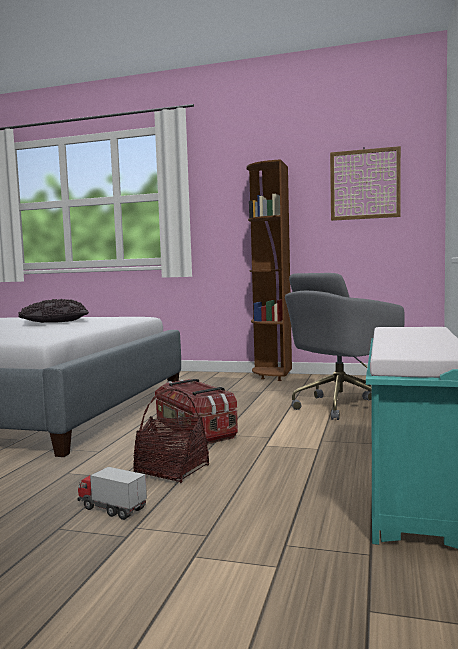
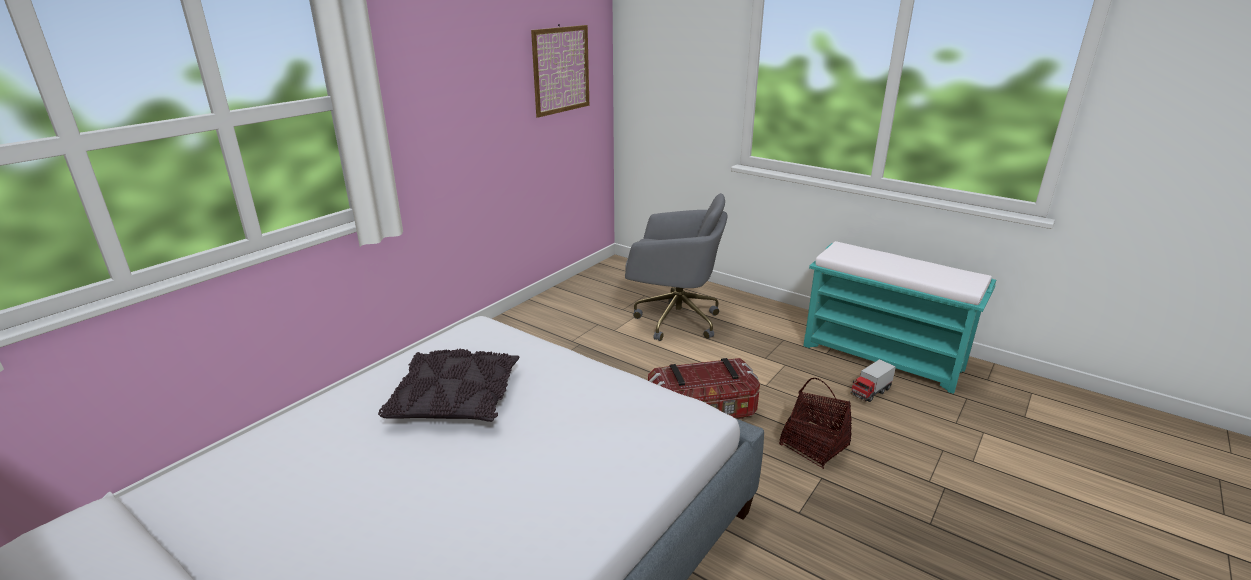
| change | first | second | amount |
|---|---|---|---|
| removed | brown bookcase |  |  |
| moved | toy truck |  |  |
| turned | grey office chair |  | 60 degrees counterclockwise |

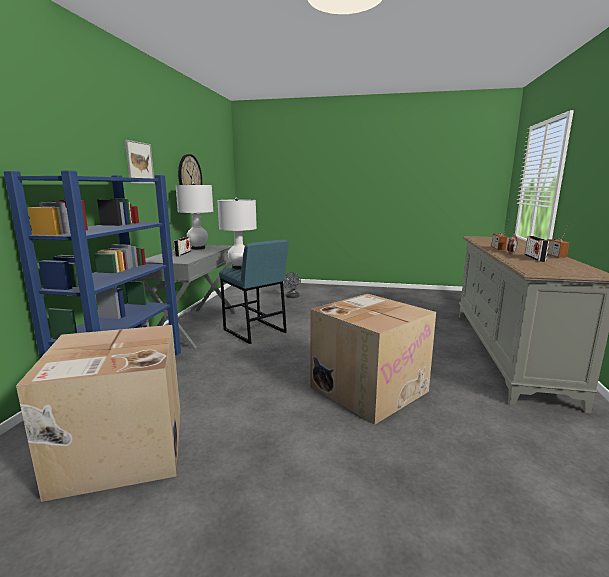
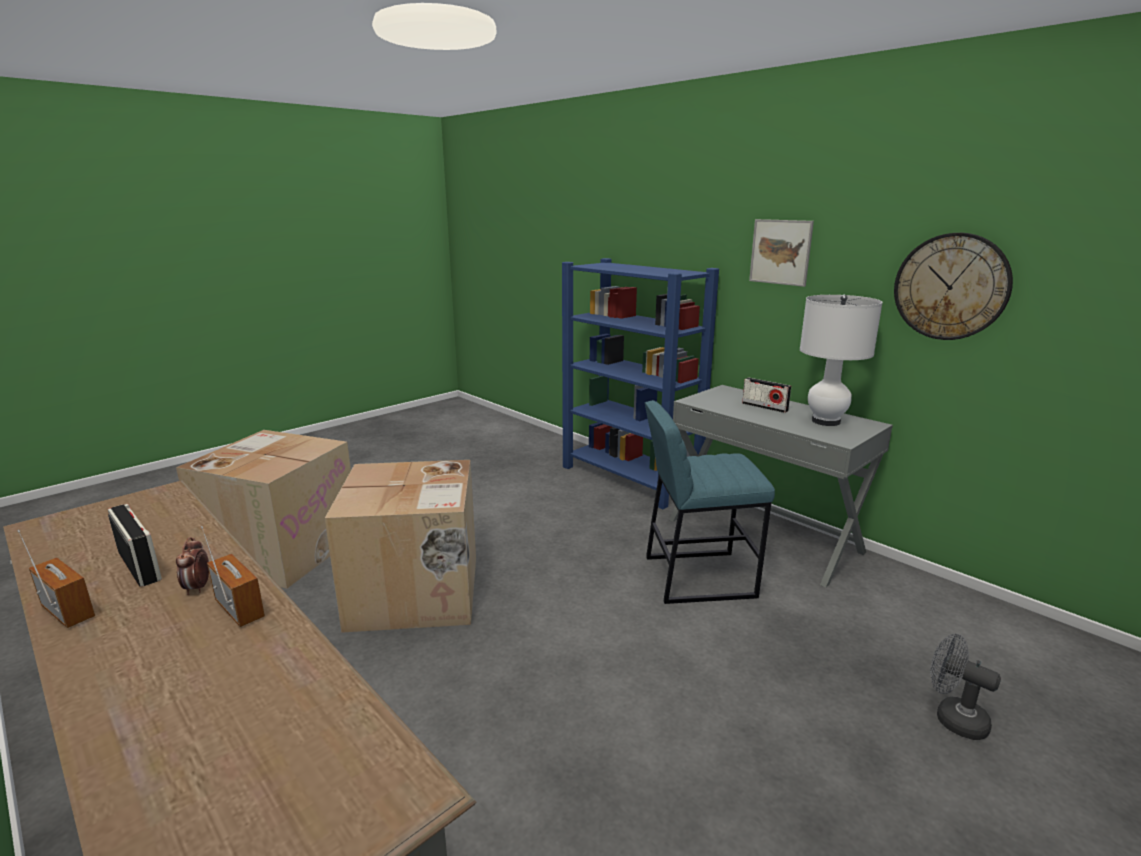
| change | first | second | amount |
|---|---|---|---|
| removed | white table lamp (2nd from left) |  |  |
| moved | cardboard box (1st from left) |  |  |

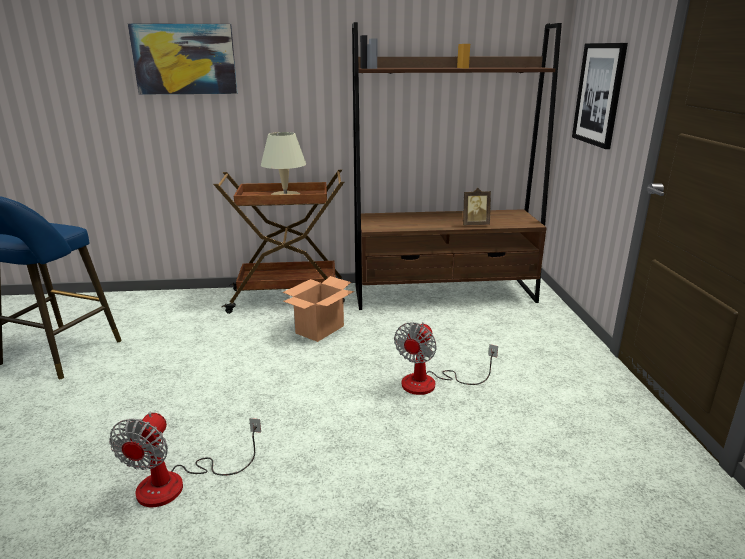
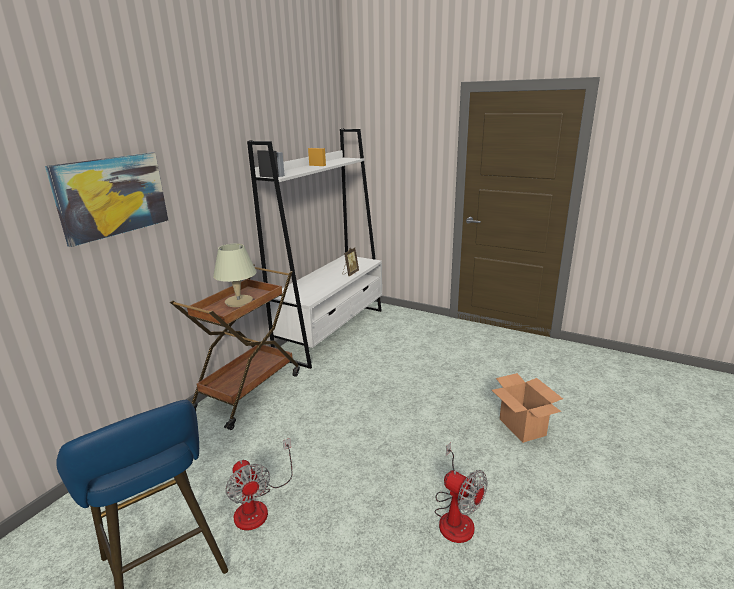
| change | first | second | amount |
|---|---|---|---|
| removed | picture (2nd from left) |  |  |
| moved | cardboard box |  |  |
| moved | fan (2nd from left in the first image) | fan (1st from left) |  |
| recoloured | brown bookcase | white bookcase |  |

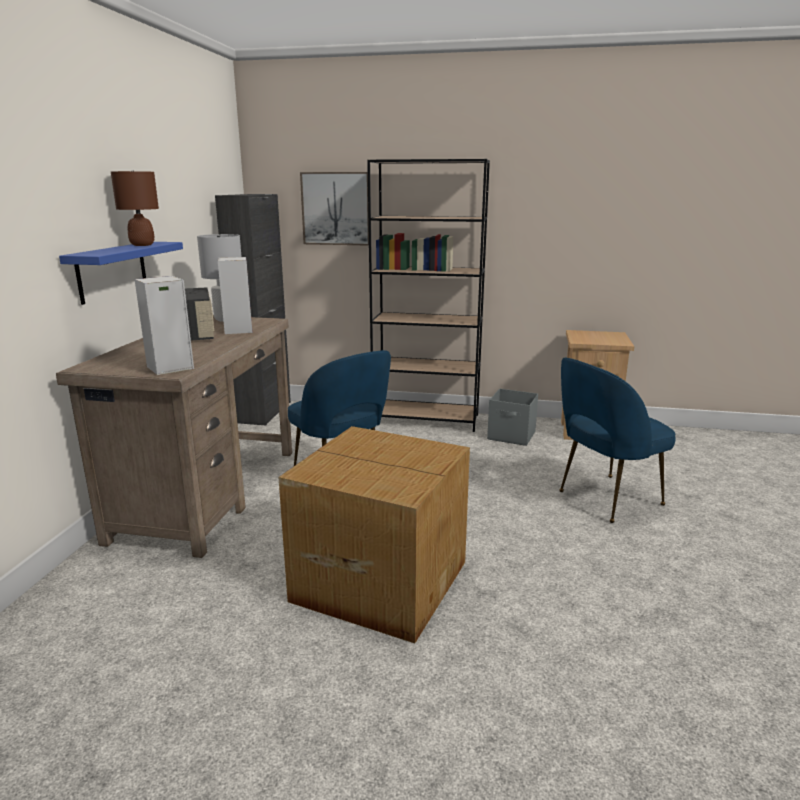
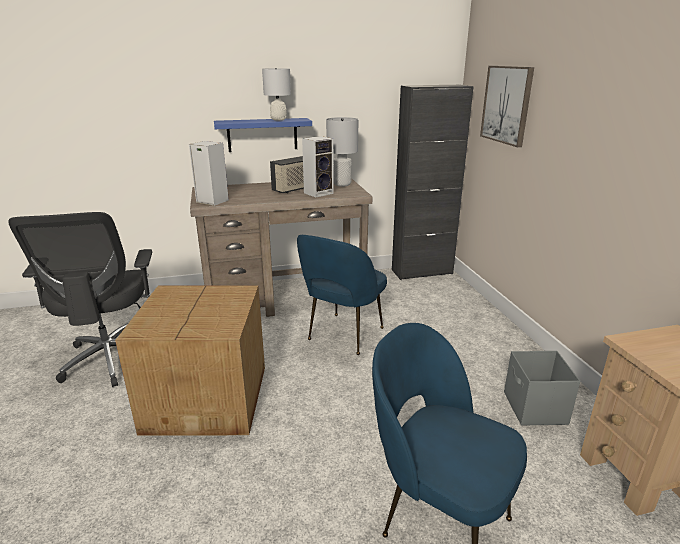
| change | first | second | amount |
|---|---|---|---|
| removed | beige bookcase |  |  |
| added |  | office chair |  |
| recoloured | brown table lamp | grey table lamp (1st from left) |  |

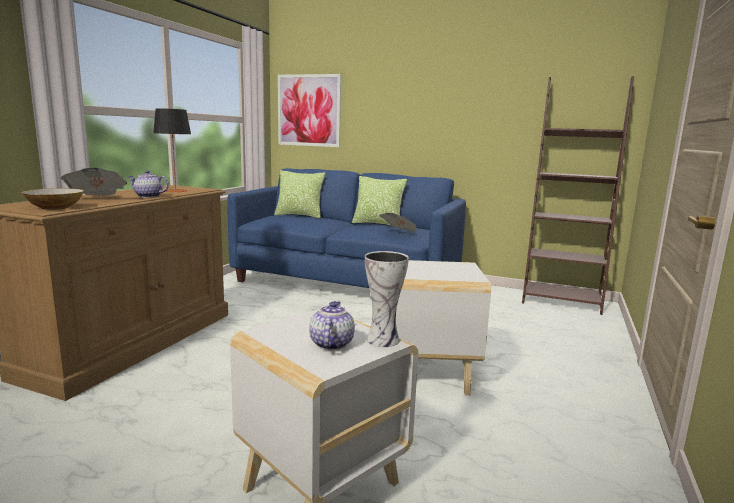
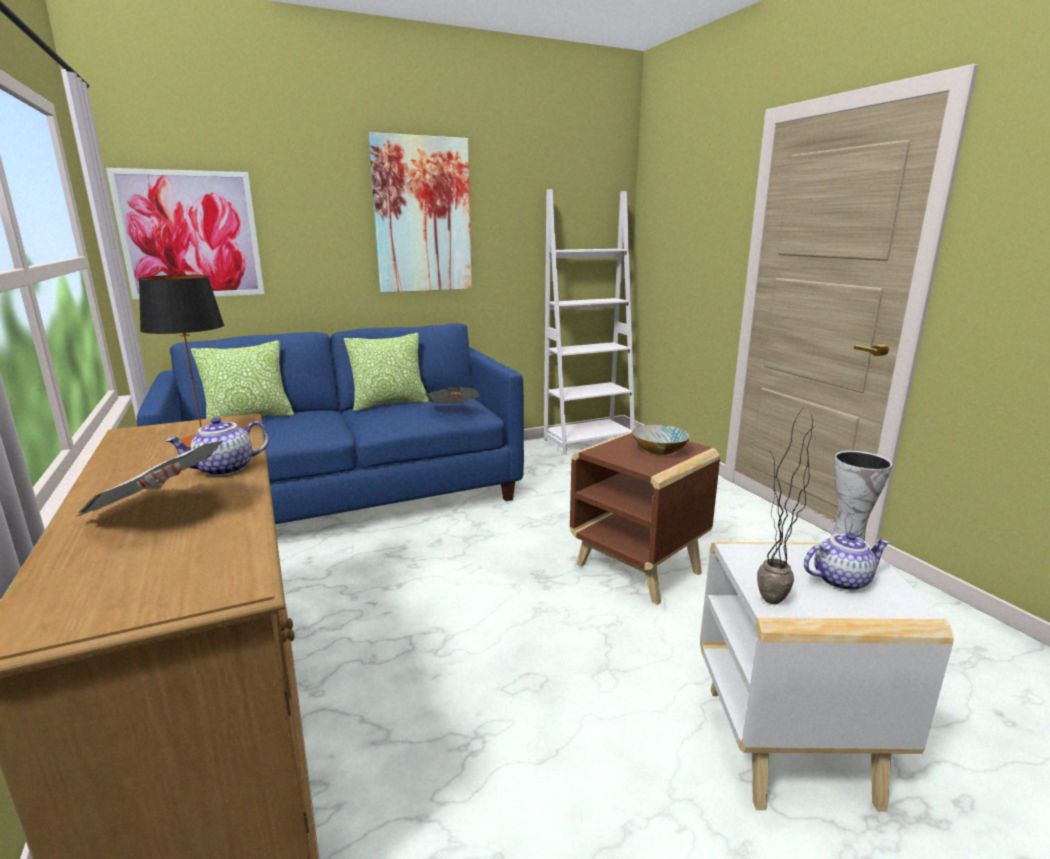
| change | first | second | amount |
|---|---|---|---|
| added |  | picture (2nd from left) |  |
| added |  | potted plant |  |
| moved | bowl |  |  |
| recoloured | white side table (2nd from left) | brown side table |  |
| recoloured | brown bookcase | white bookcase |  |
| turned | teapot (2nd from left) |  | 120 degrees clockwise |

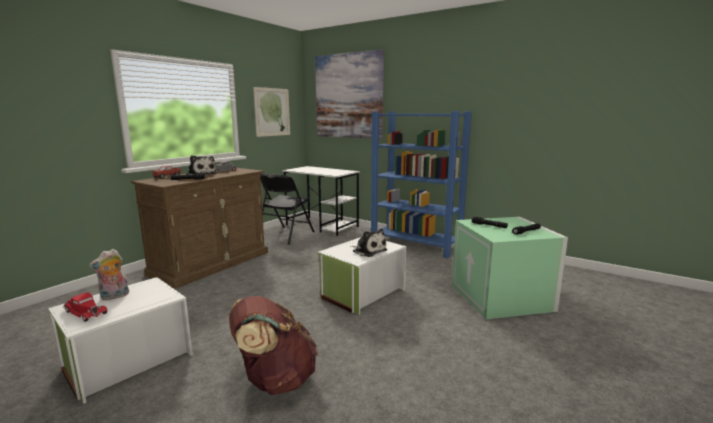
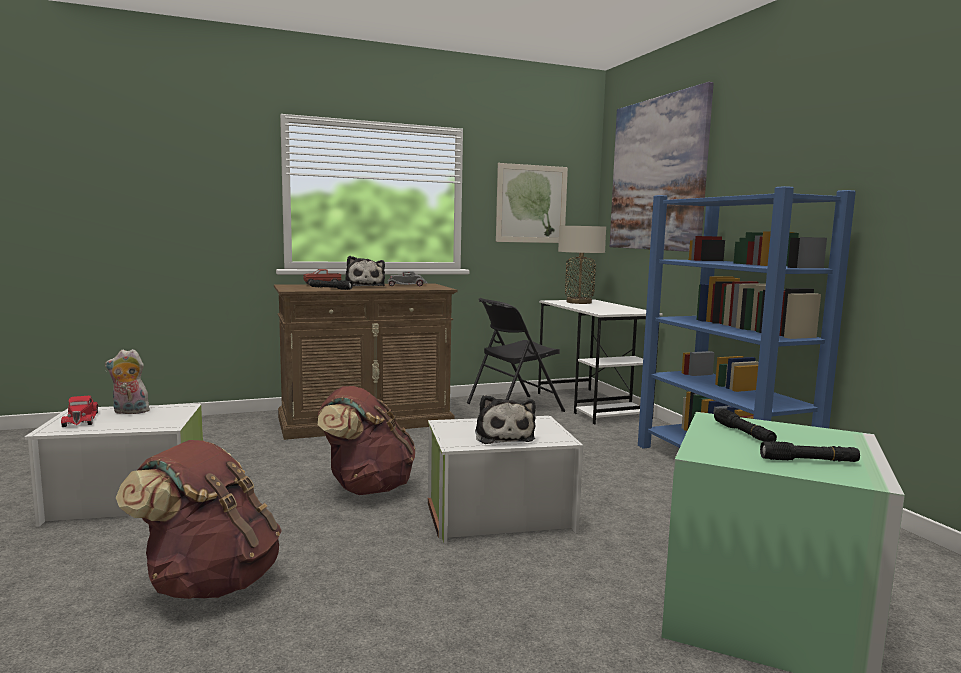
| change | first | second | amount |
|---|---|---|---|
| added |  | brown backpack (2nd from left) |  |
| added |  | table lamp |  |

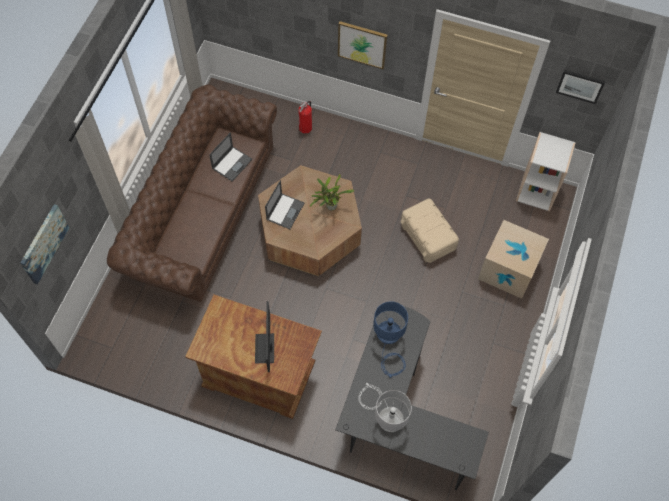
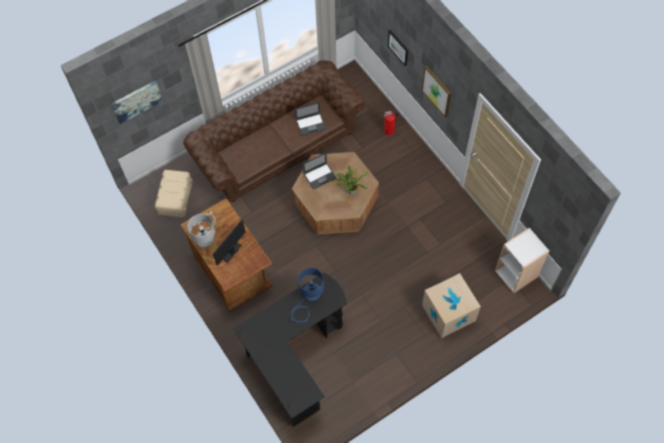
| change | first | second | amount |
|---|---|---|---|
| moved | white table lamp |  |  |
| moved | beige storage box |  |  |
| moved | picture (3rd from left in the first image) | picture (2nd from left) |  |

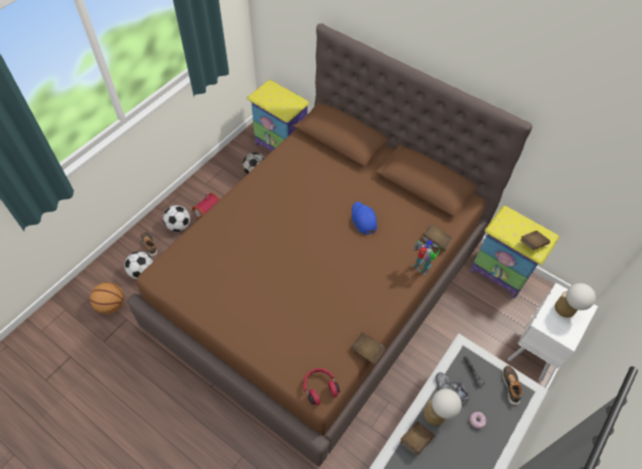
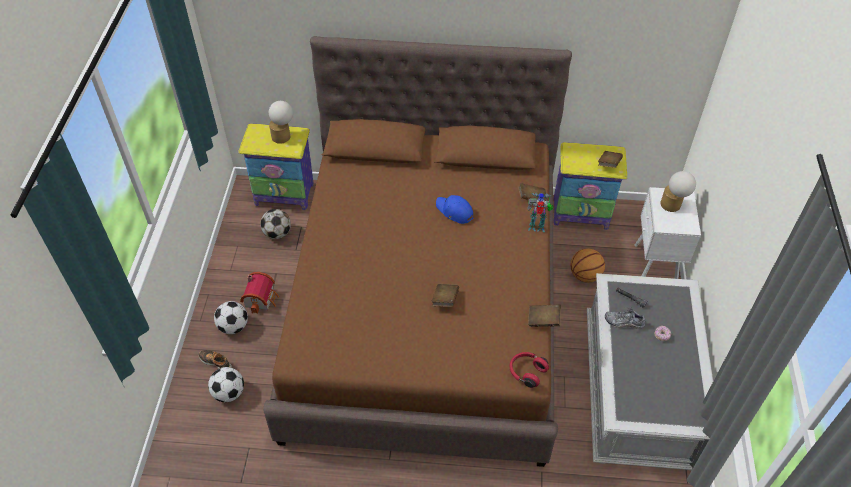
| change | first | second | amount |
|---|---|---|---|
| removed | shoe (3rd from left) |  |  |
| moved | basketball |  |  |
| moved | brown book (2nd from left in the first image) | brown book (1st from left) |  |
| moved | table lamp (1st from left) |  |  |

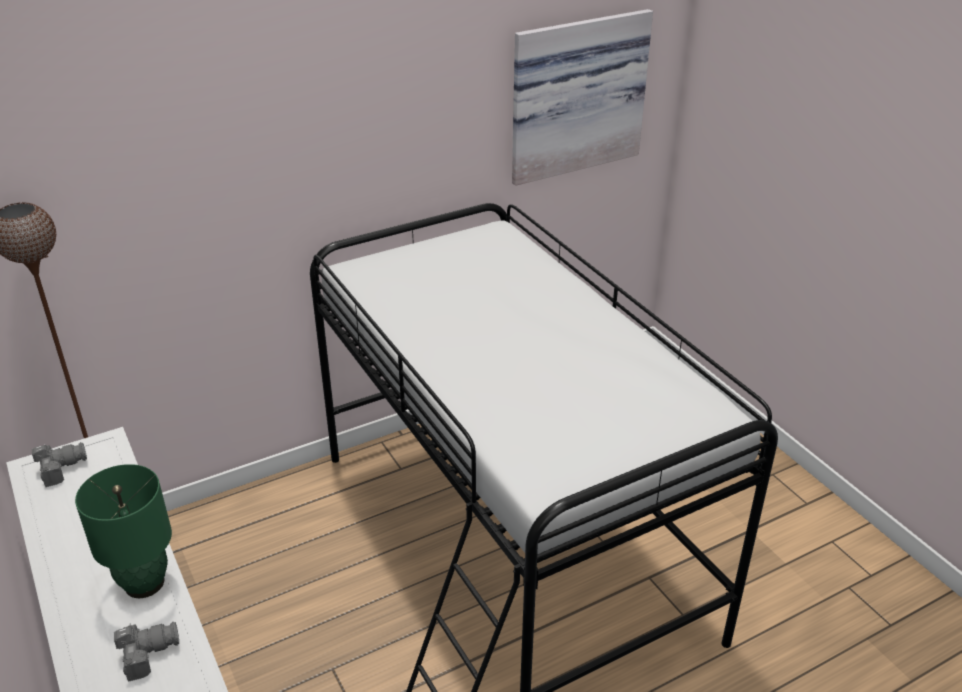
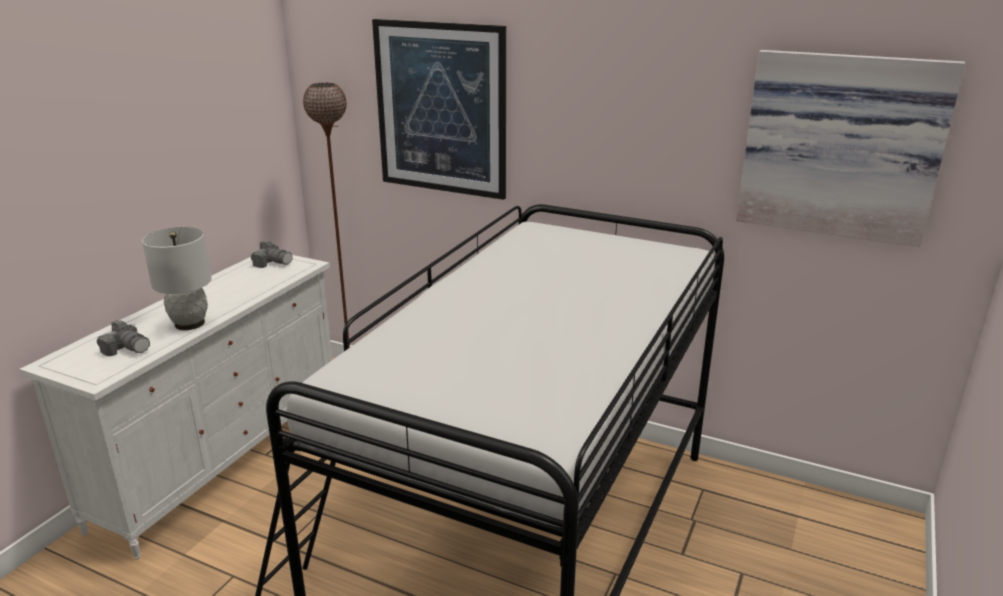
| change | first | second | amount |
|---|---|---|---|
| added |  | picture (1st from left) |  |
| recoloured | green table lamp | white table lamp |  |

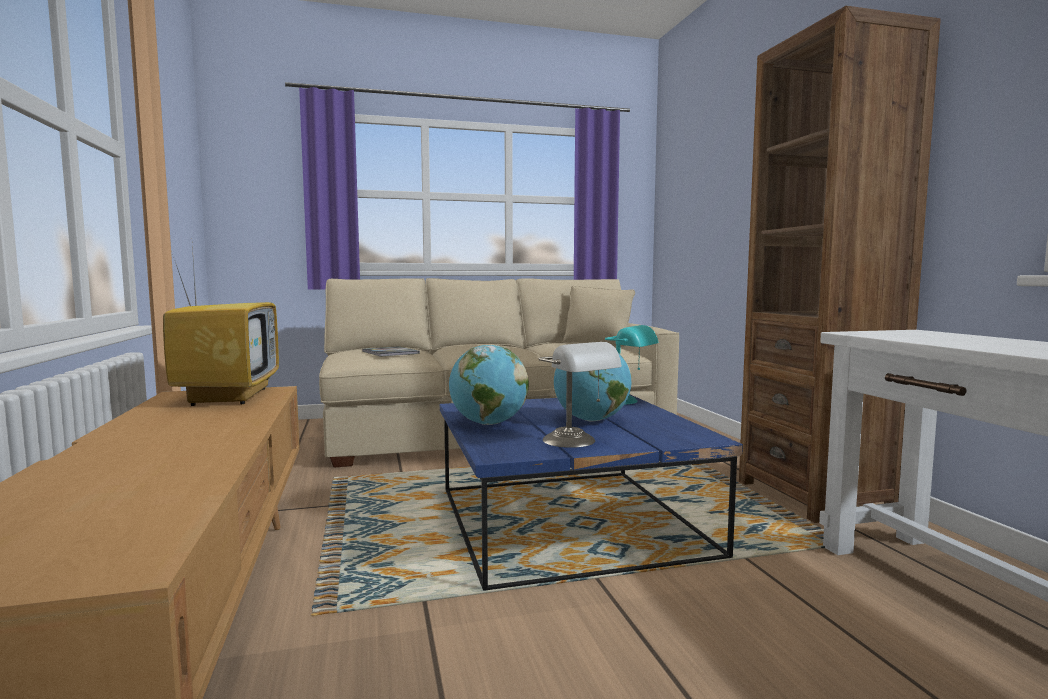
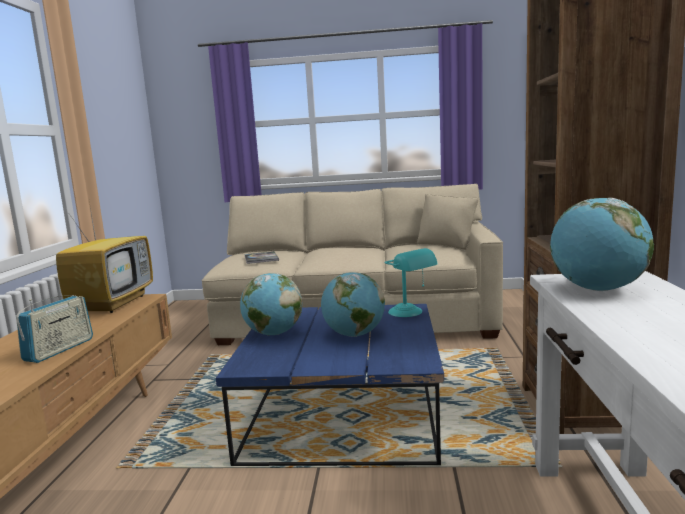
| change | first | second | amount |
|---|---|---|---|
| removed | white table lamp |  |  |
| added |  | radio |  |
| added |  | globe (3rd from left) |  |

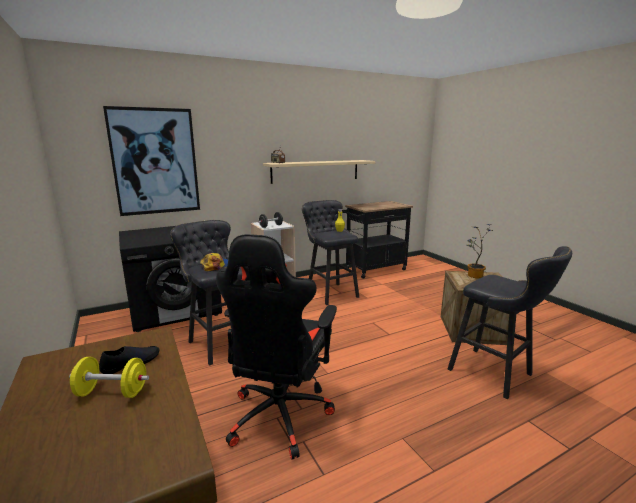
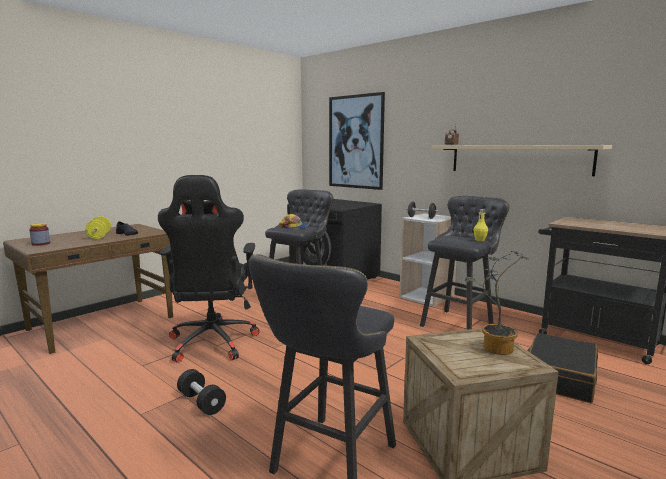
| change | first | second | amount |
|---|---|---|---|
| added |  | jar |  |
| added |  | black dumbbell (1st from left) |  |
| added |  | black suitcase |  |
| turned | black office chair |  | 90 degrees counterclockwise |

